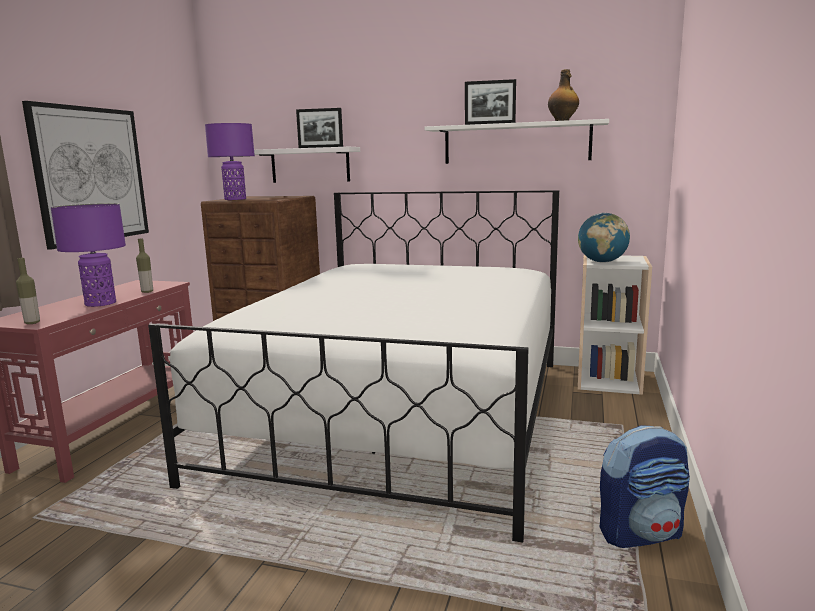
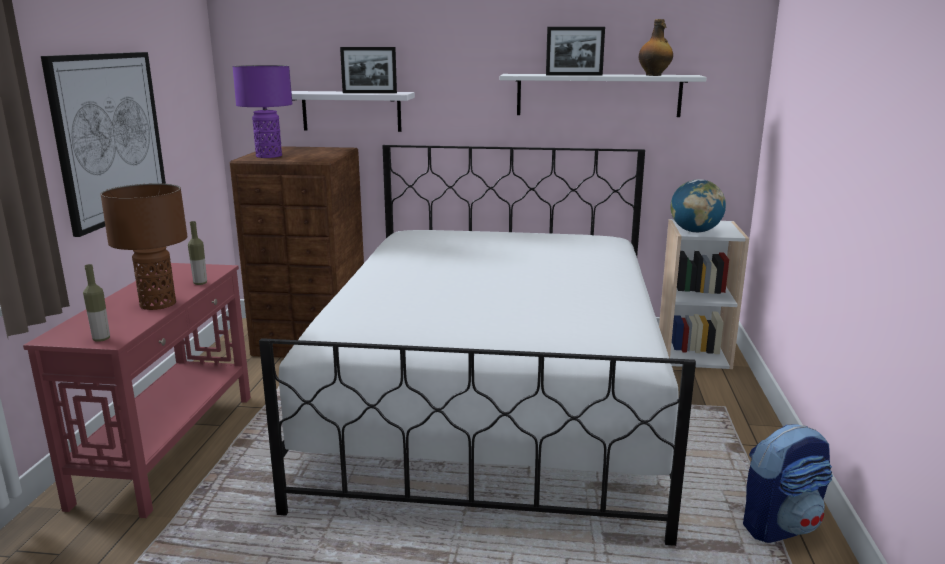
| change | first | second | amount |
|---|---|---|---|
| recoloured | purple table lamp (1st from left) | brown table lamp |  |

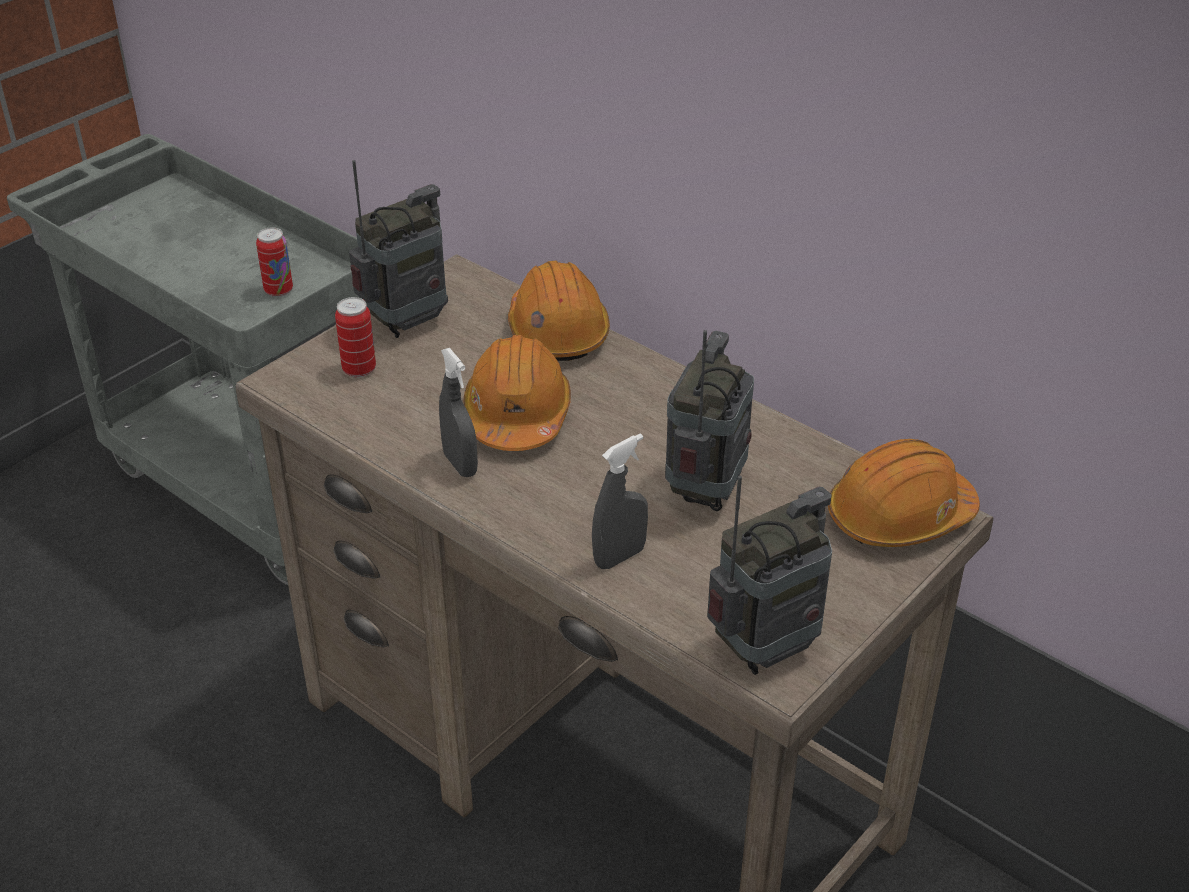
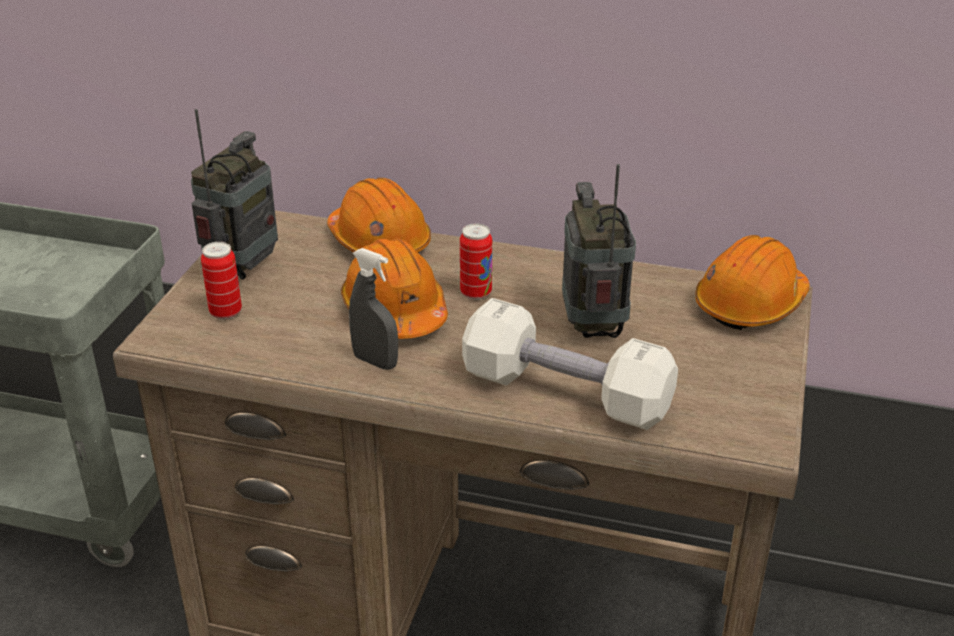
| change | first | second | amount |
|---|---|---|---|
| removed | radio (3rd from left) |  |  |
| moved | can (1st from left in the first image) | can (2nd from left) |  |
| replaced | grey spray bottle (2nd from left) | white dumbbell |  |

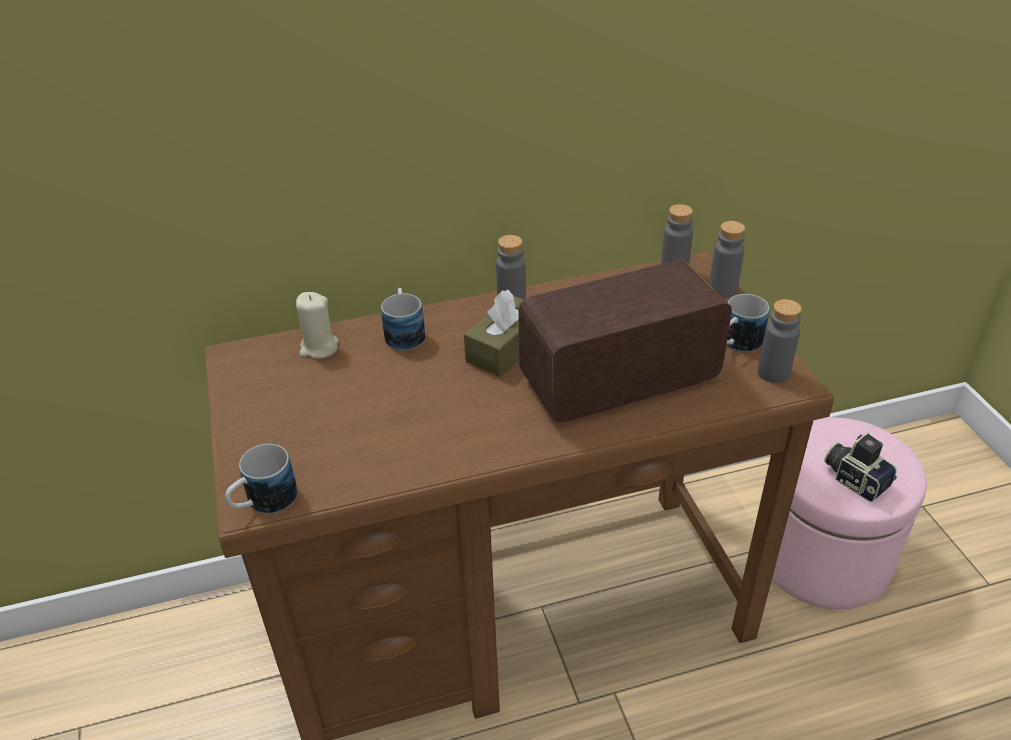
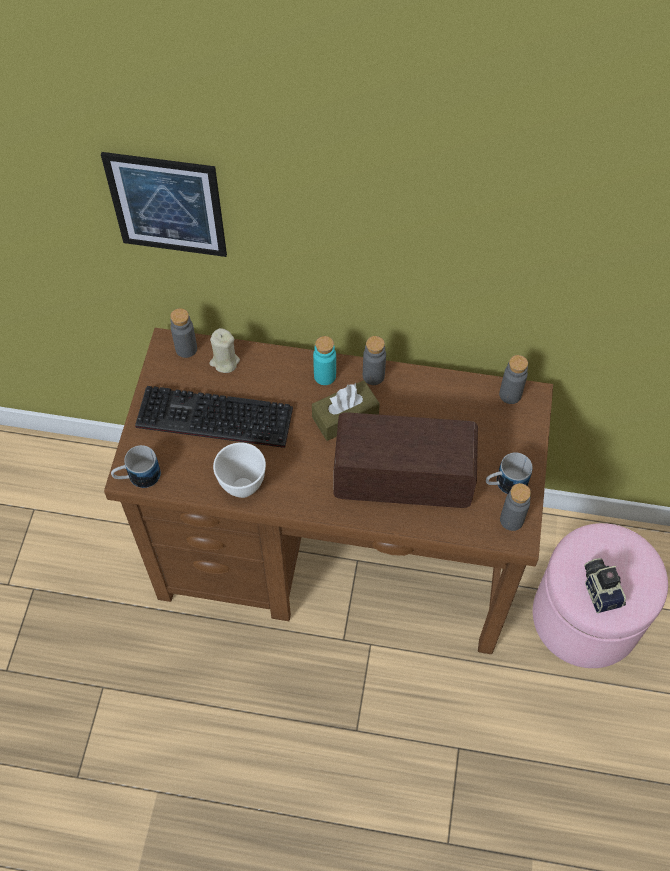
| change | first | second | amount |
|---|---|---|---|
| removed | mug (2nd from left) |  |  |
| added |  | picture |  |
| added |  | keyboard |  |
| added |  | white bowl |  |
| added |  | turquoise bottle |  |
| moved | grey bottle (3rd from left in the first image) | grey bottle (1st from left) |  |

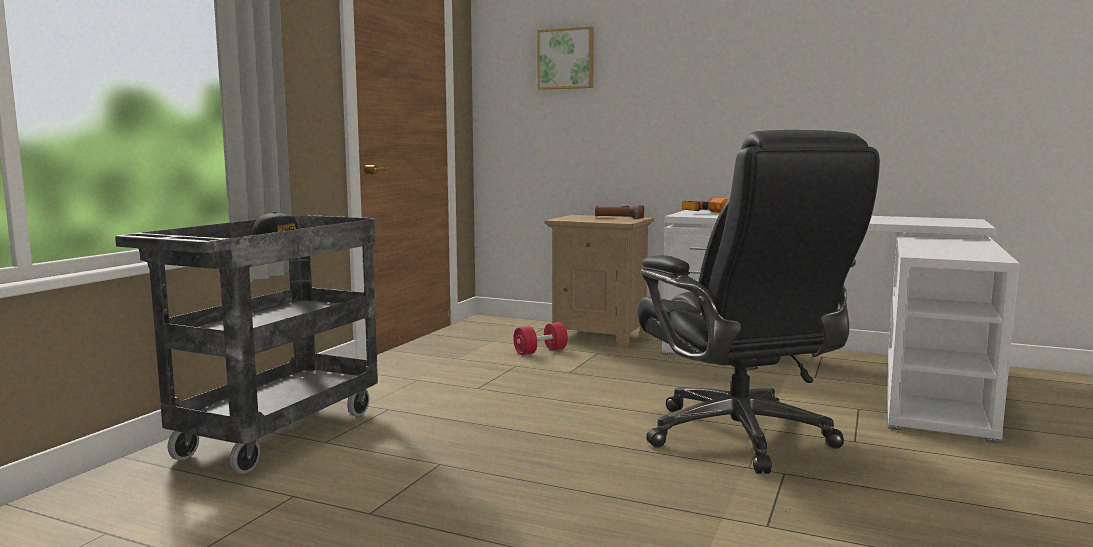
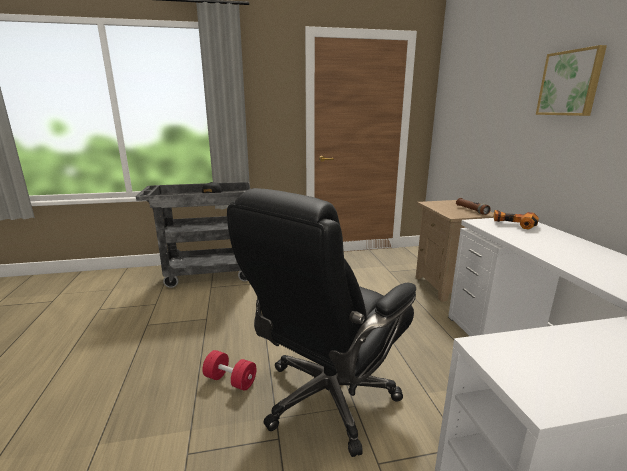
| change | first | second | amount |
|---|---|---|---|
| moved | red dumbbell |  |  |
| moved | picture |  |  |

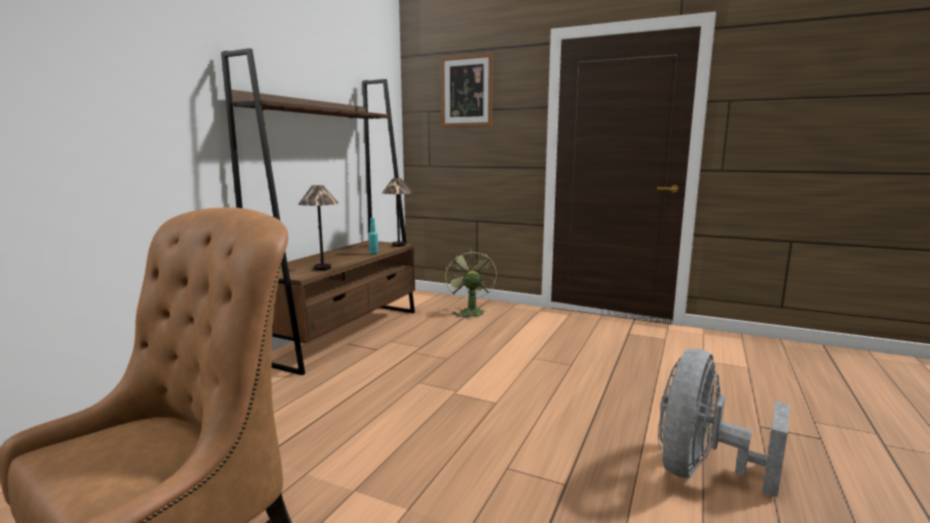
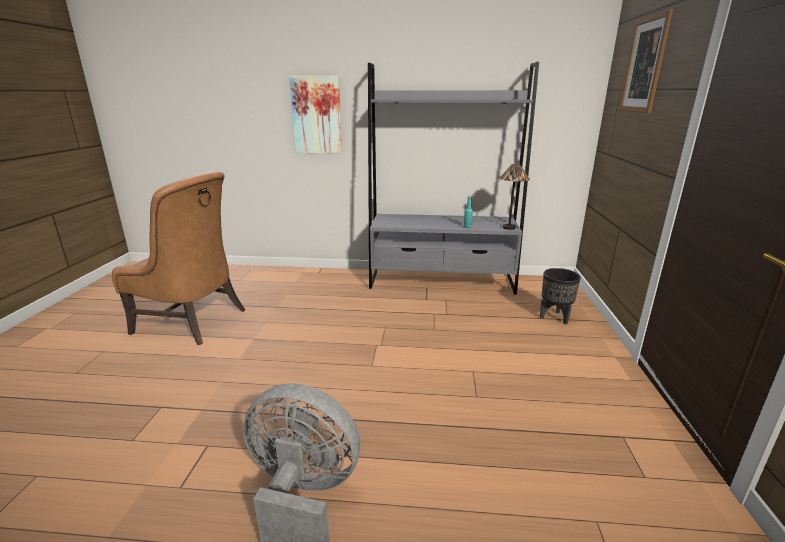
| change | first | second | amount |
|---|---|---|---|
| removed | table lamp (1st from left) |  |  |
| added |  | picture (1st from left) |  |
| replaced | green fan | black planter |  |
| recoloured | brown bookcase | grey bookcase |  |

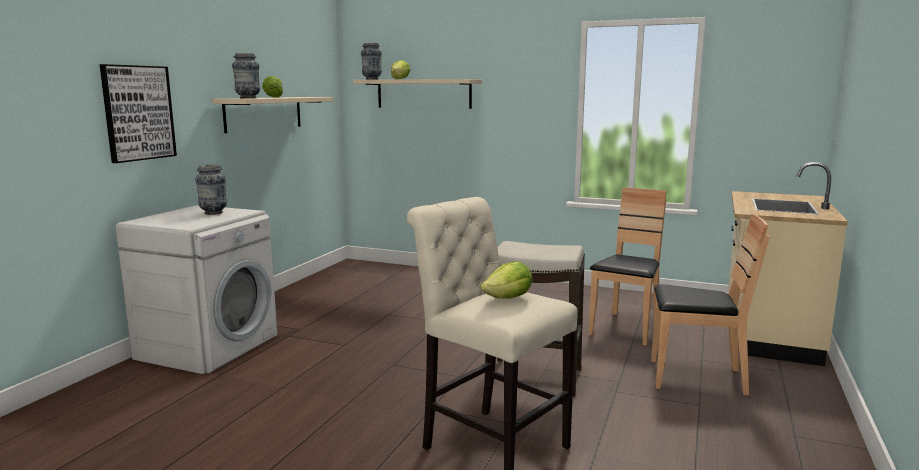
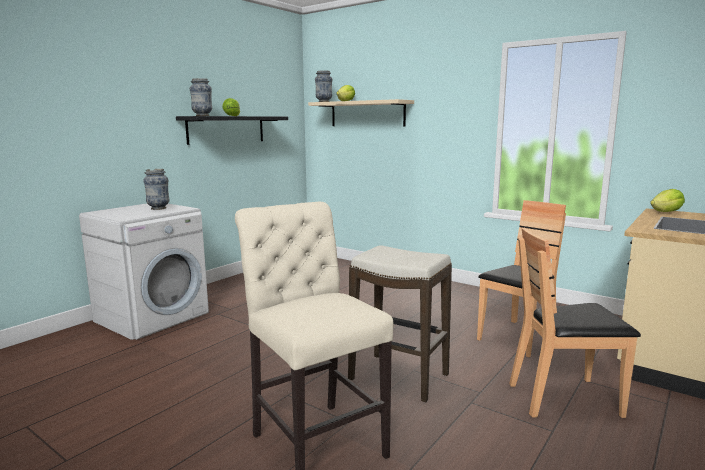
| change | first | second | amount |
|---|---|---|---|
| removed | picture |  |  |
| moved | lettuce (3rd from left) |  |  |
| recoloured | beige shelf (1st from left) | black shelf |  |
| turned | brown chair (2nd from left) |  | 150 degrees clockwise |

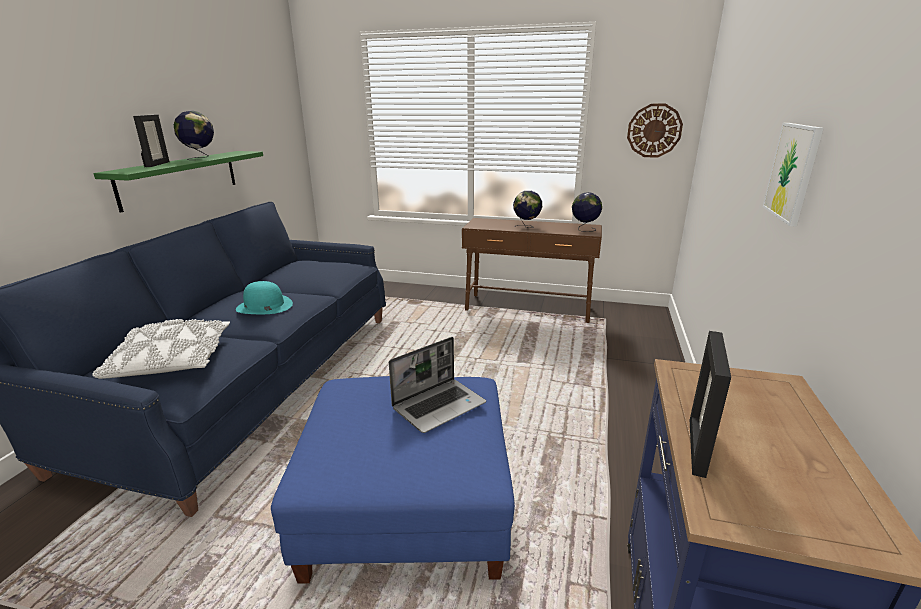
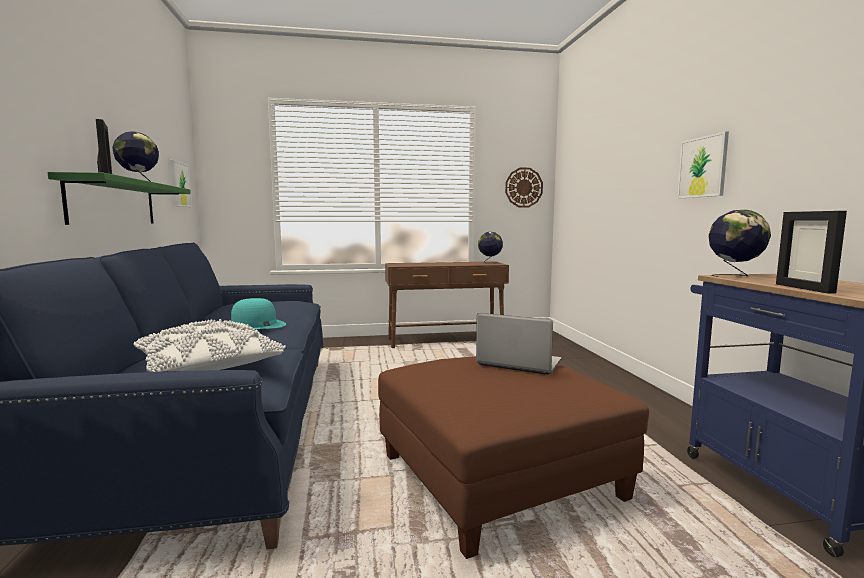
| change | first | second | amount |
|---|---|---|---|
| added |  | picture (1st from left) |  |
| moved | globe (2nd from left in the first image) | globe (3rd from left) |  |
| recoloured | blue ottoman | brown ottoman |  |
| turned | laptop |  | 90 degrees counterclockwise |

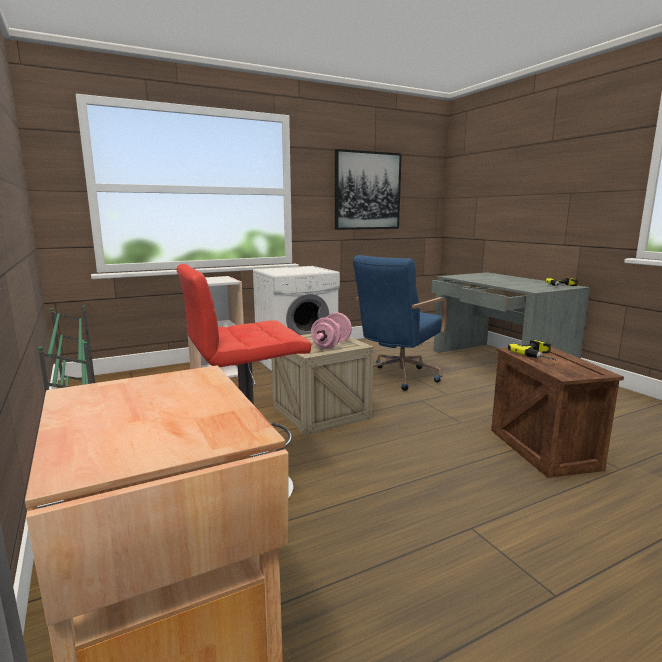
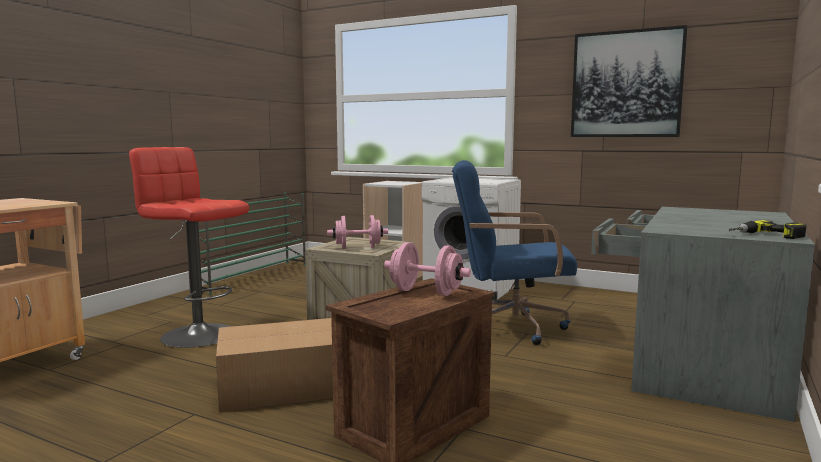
| change | first | second | amount |
|---|---|---|---|
| added |  | cardboard box |  |
| replaced | power drill (1st from left) | pink dumbbell (2nd from left) |  |

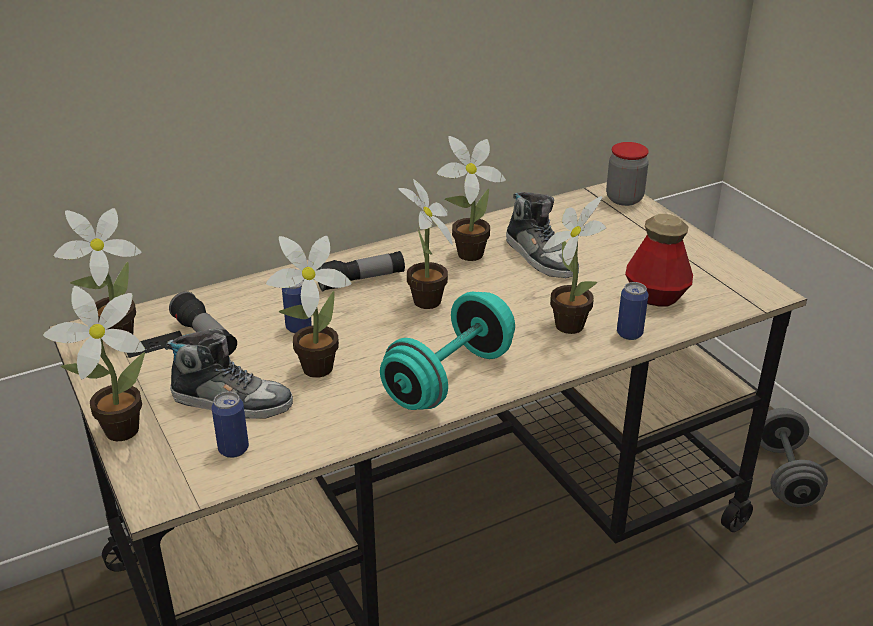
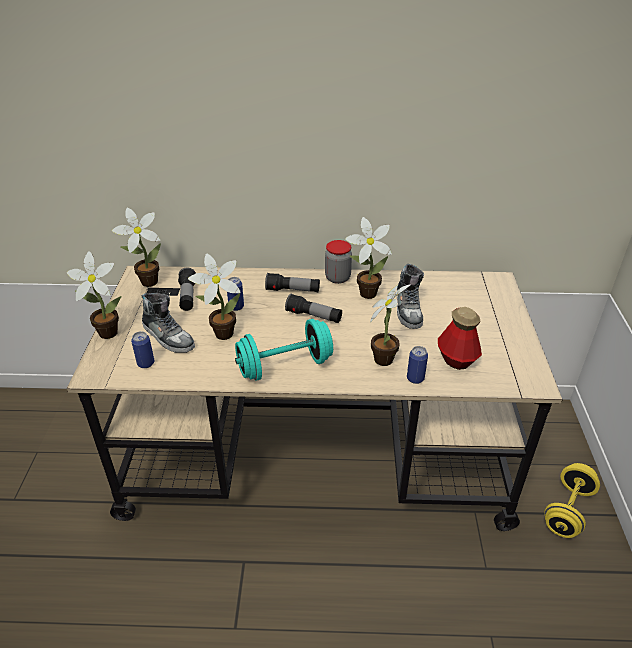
| change | first | second | amount |
|---|---|---|---|
| moved | jar |  |  |
| replaced | potted plant (4th from left) | flashlight (3rd from left) |  |
| recoloured | grey dumbbell | yellow dumbbell |  |

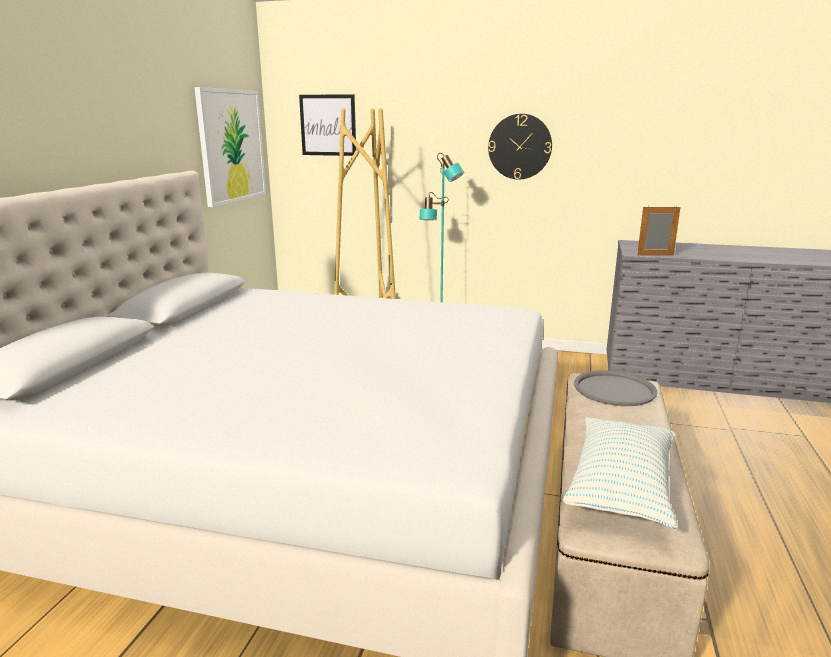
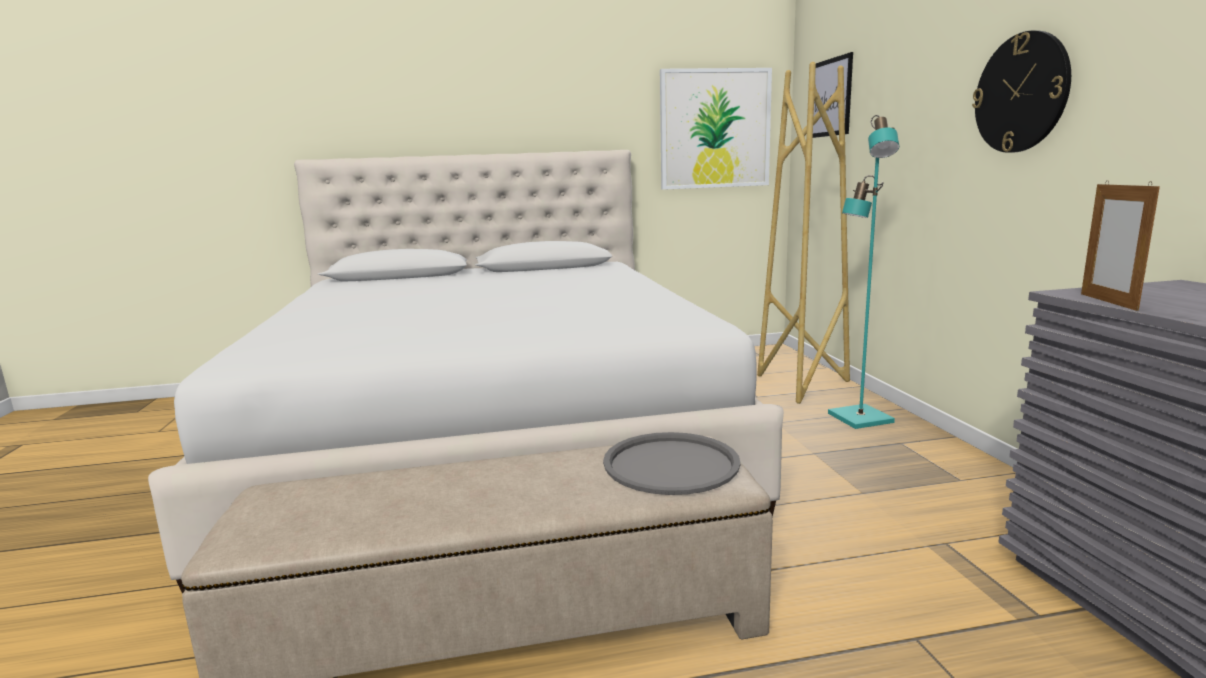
| change | first | second | amount |
|---|---|---|---|
| removed | pillow |  |  |
| turned | picture frame |  | 150 degrees counterclockwise |

